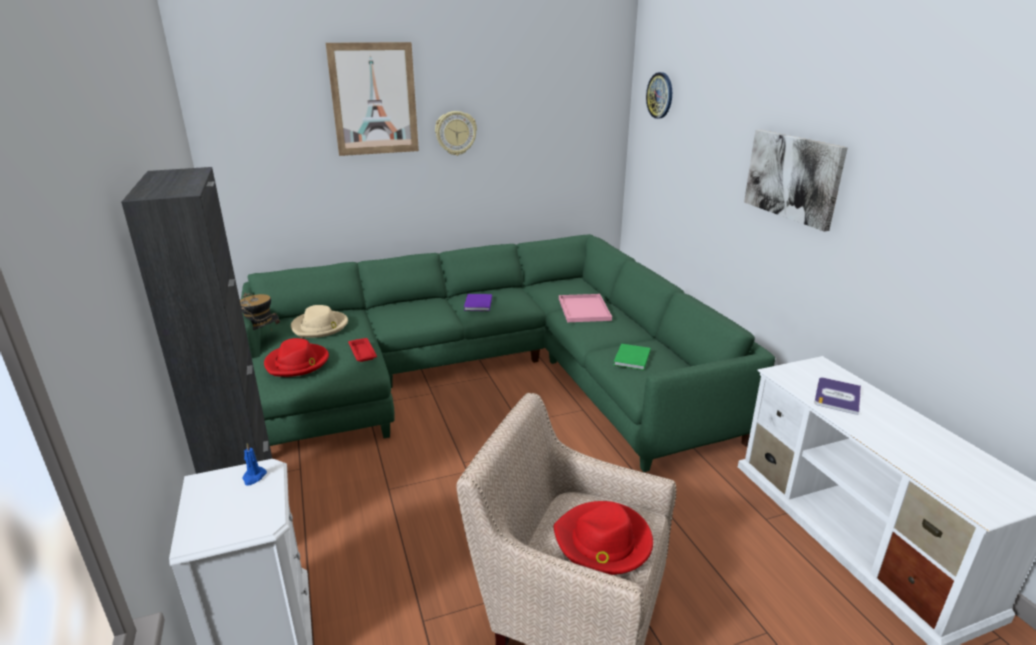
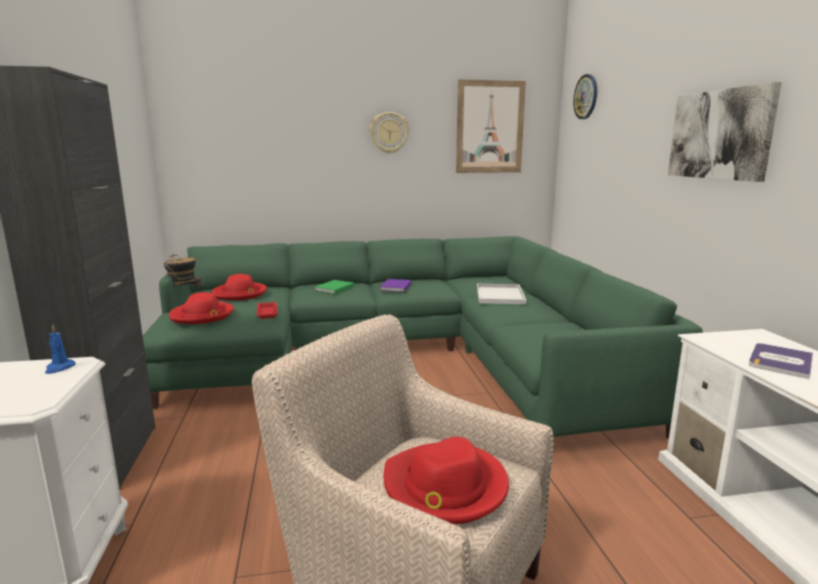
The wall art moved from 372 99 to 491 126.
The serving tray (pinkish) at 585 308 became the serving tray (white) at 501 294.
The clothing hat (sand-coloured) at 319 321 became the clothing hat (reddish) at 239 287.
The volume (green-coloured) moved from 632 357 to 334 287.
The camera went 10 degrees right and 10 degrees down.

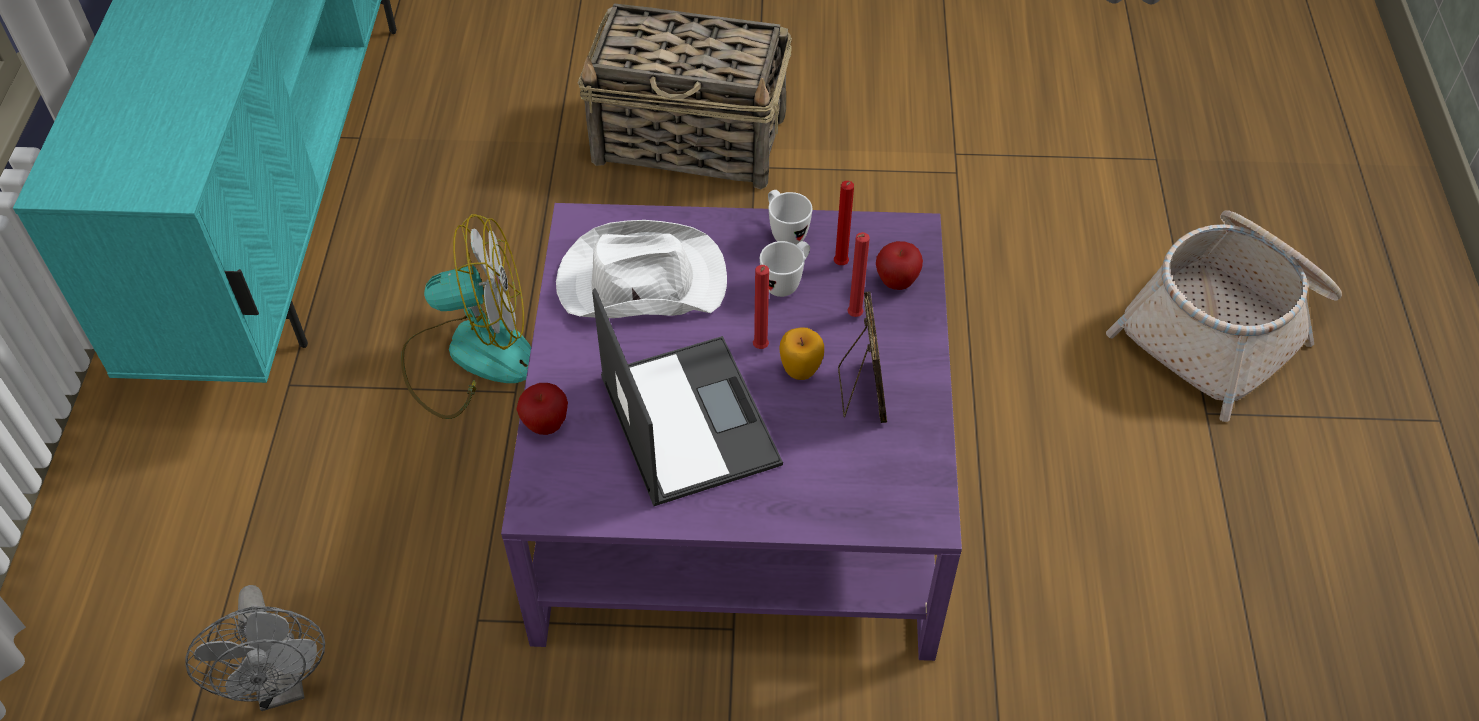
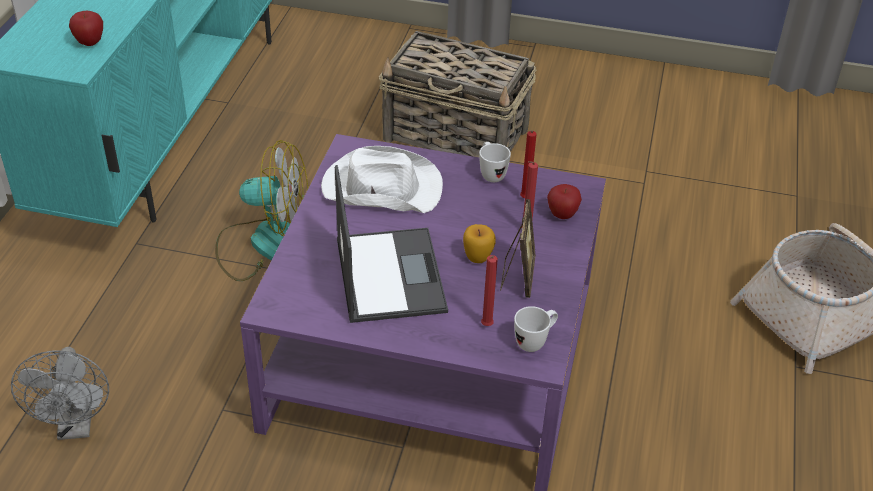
The mug (white) moved from 785 269 to 536 329.
The candle (reddish) moved from 761 307 to 489 290.
The apple moved from 542 409 to 86 28.
The camera went 10 degrees right and 10 degrees down.

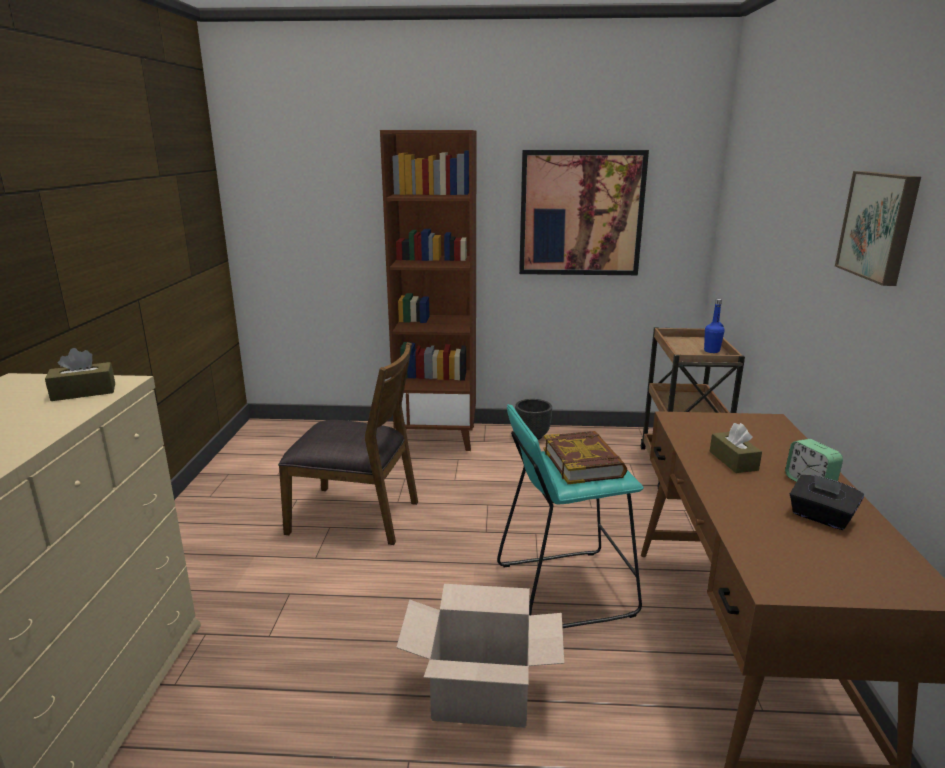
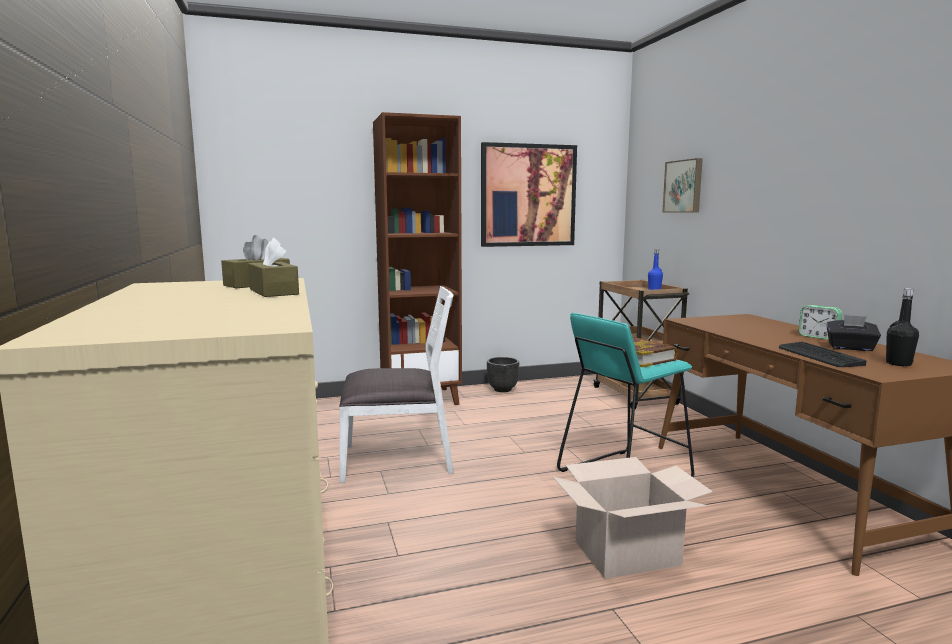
The wall art moved from 878 228 to 683 185.
The plain chair (brownish) at 348 443 became the plain chair (white) at 396 384.
The tissue box (brownish) moved from 736 448 to 273 267.
The beverage bottle (blackish) at 902 327 appeared.
The PC keyboard at 822 354 appeared.
The camera went 20 degrees left and 10 degrees down.

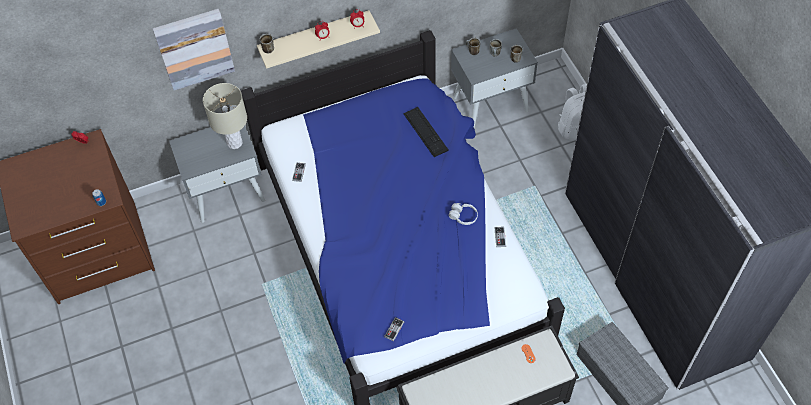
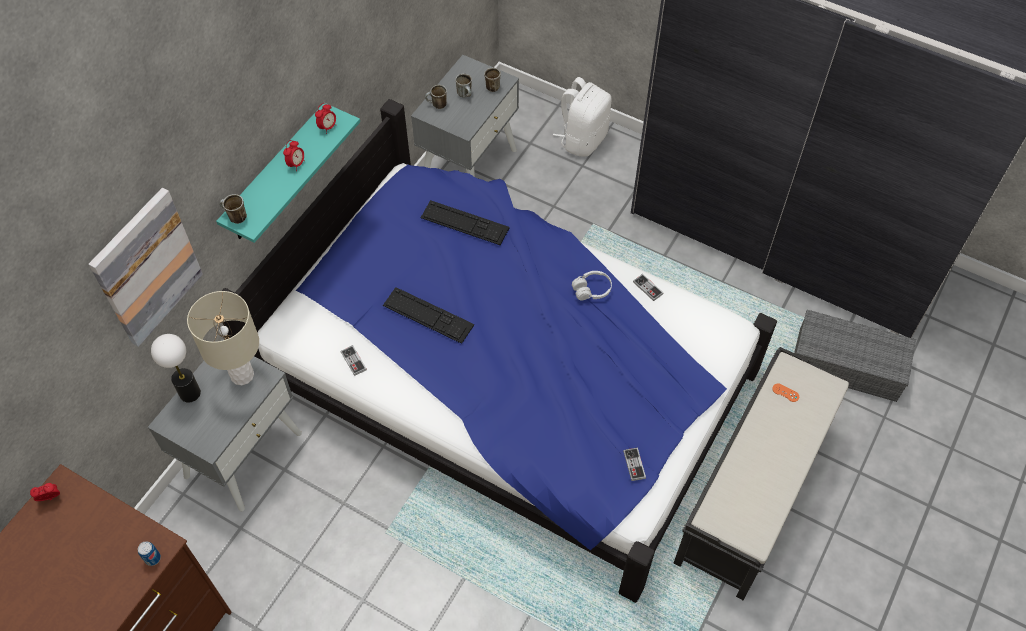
The wall shelf (sand-coloured) at 318 39 became the wall shelf (turquoise-coloured) at 288 173.
The PC keyboard at 428 315 appeared.
The tabletop lamp at 176 368 appeared.
The camera went 40 degrees left and 0 degrees up.

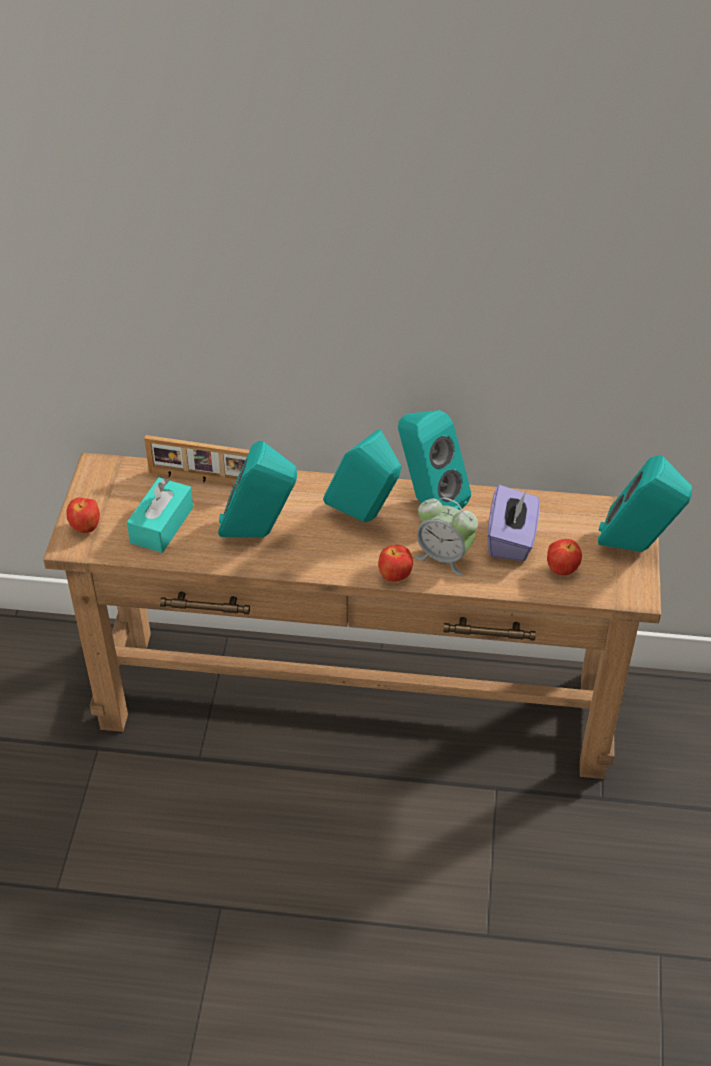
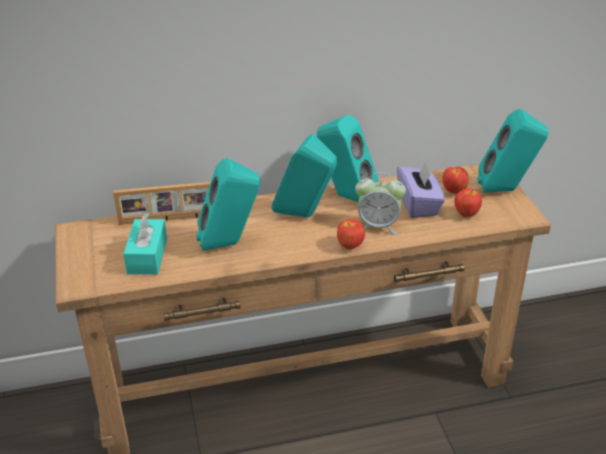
The apple moved from 83 515 to 455 180.
The camera went 20 degrees left and 10 degrees down.

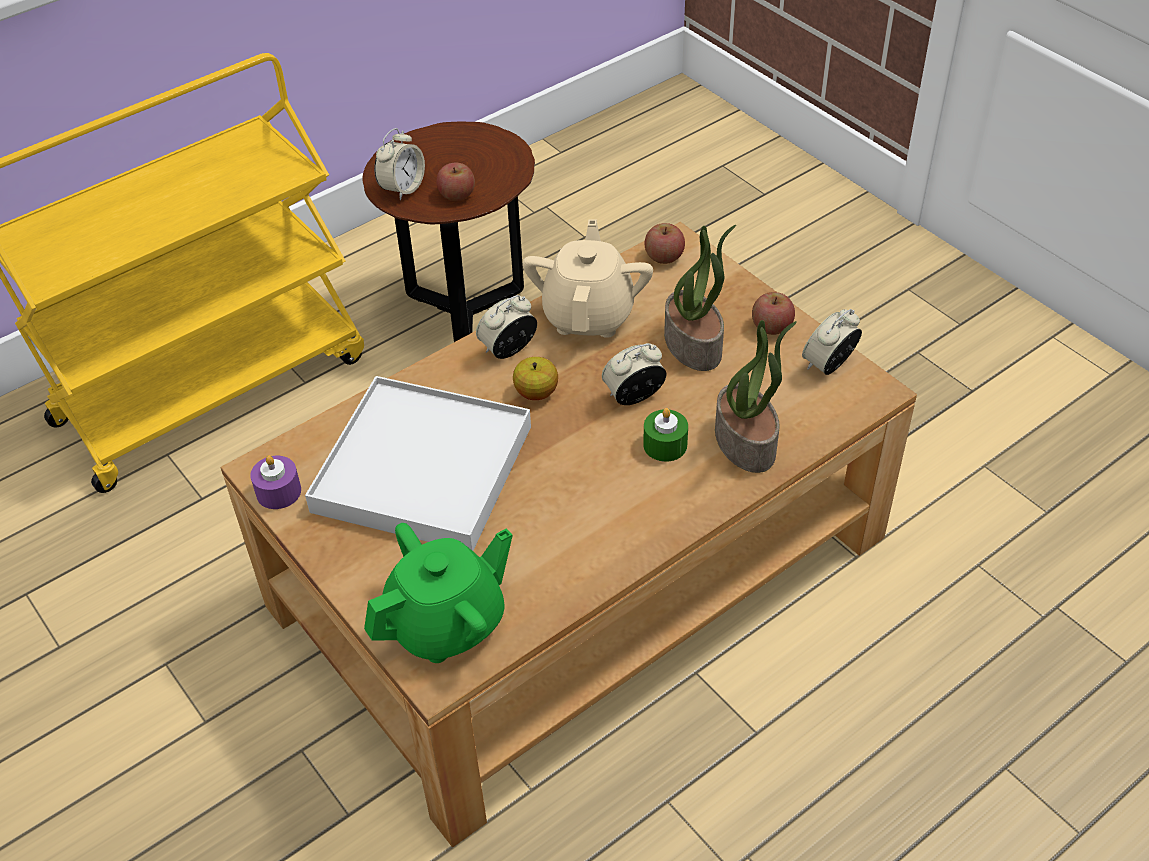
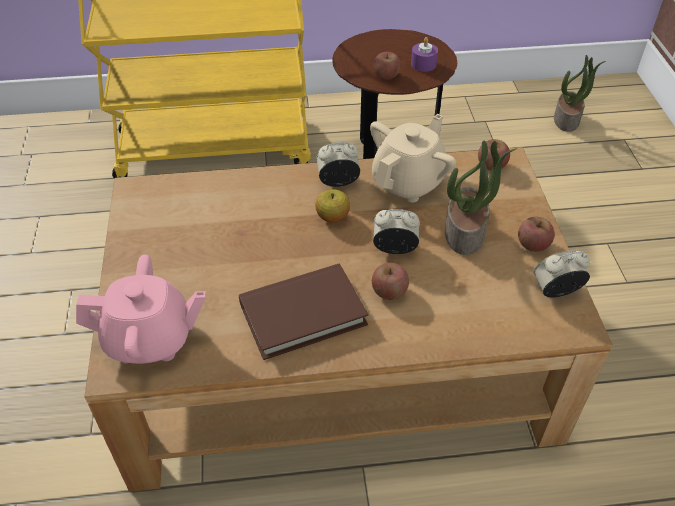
The alarm clock at 399 164 disappeared.
The houseplant moved from 756 396 to 580 93.
The serving tray (white) at 418 463 disappeared.
The candle (green-coloured) at 665 435 was replaced by the apple at 390 281.
The candle (purplish) moved from 275 482 to 424 54.
The tea pot (green-coloured) at 438 593 became the tea pot (pinkish) at 140 309.
The volume (brownish) at 303 312 appeared.
The camera went 30 degrees right and 0 degrees up.

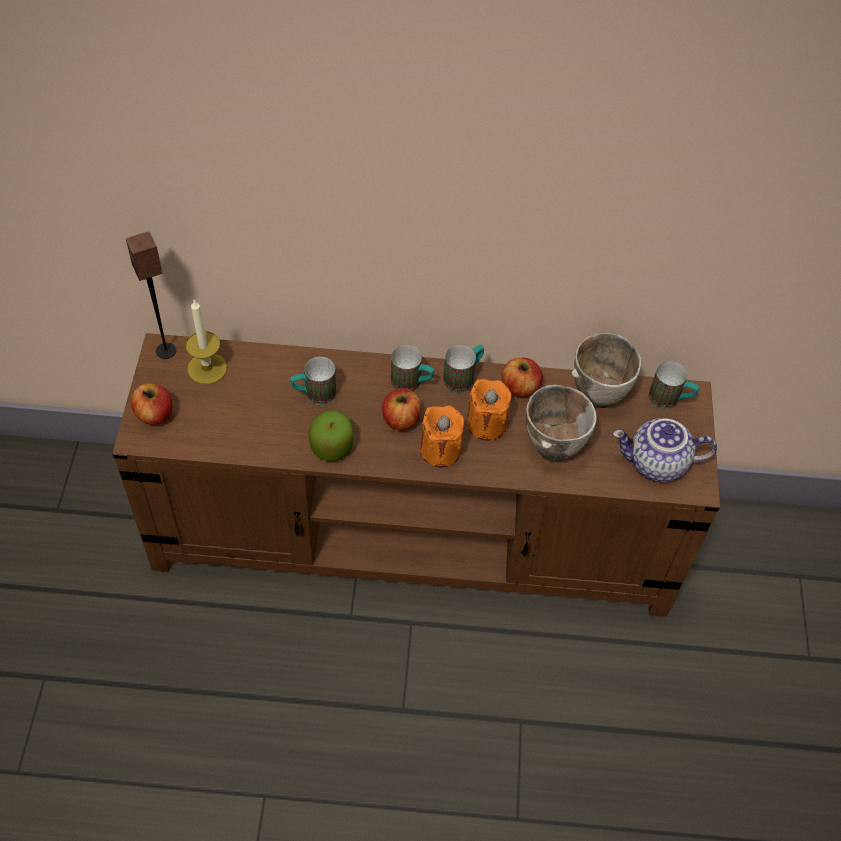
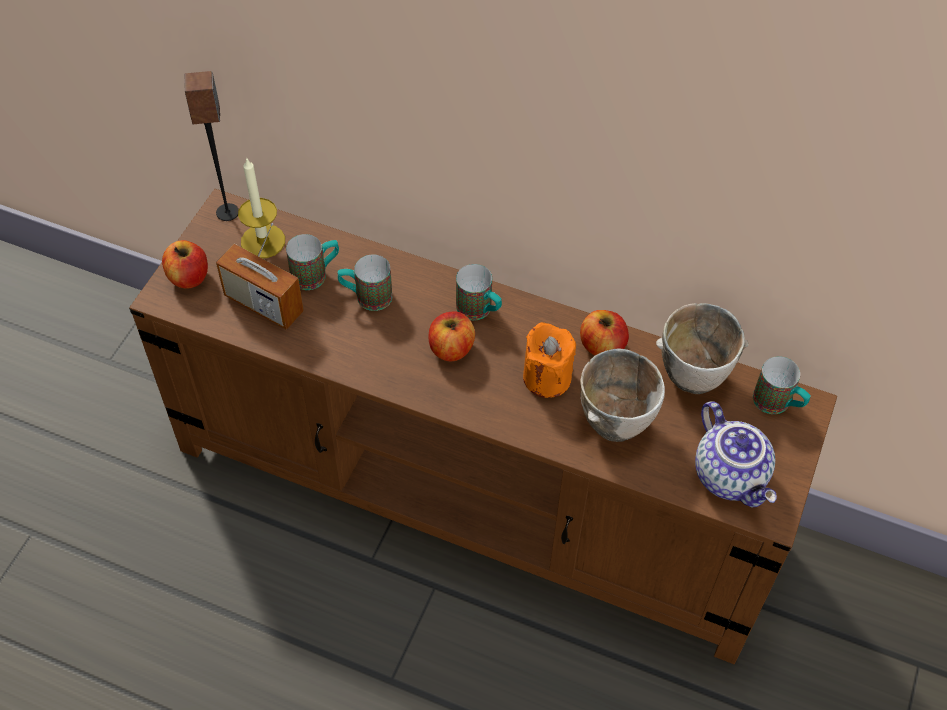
The mug moved from 463 369 to 312 262.
The candle (orange) at 442 436 disappeared.
The apple at 331 435 disappeared.
The tea pot at 665 450 turned 135 degrees counterclockwise.
The radio receiver at 260 276 appeared.
The camera went 20 degrees right and 0 degrees up.

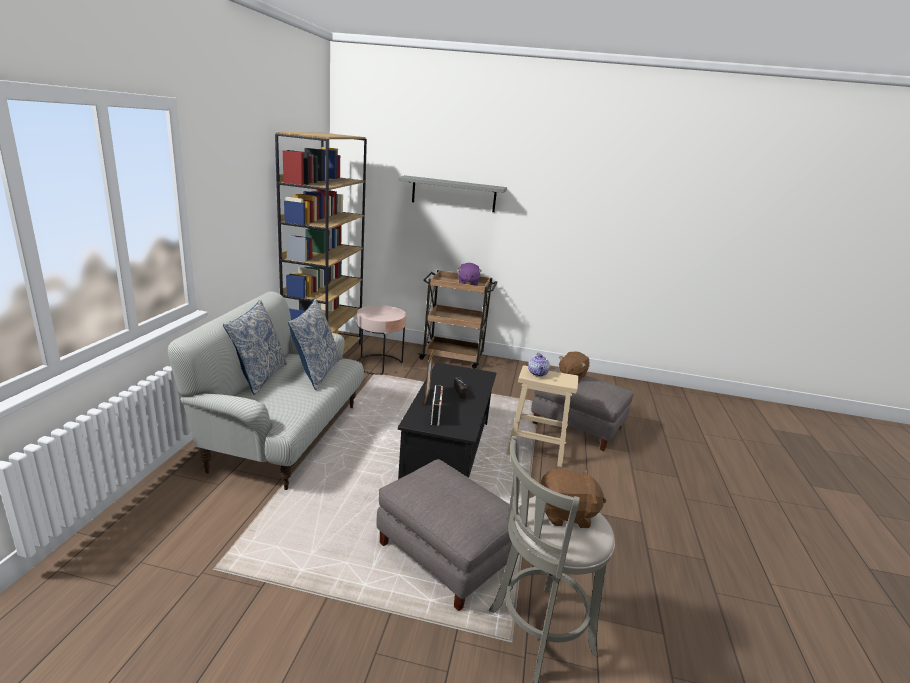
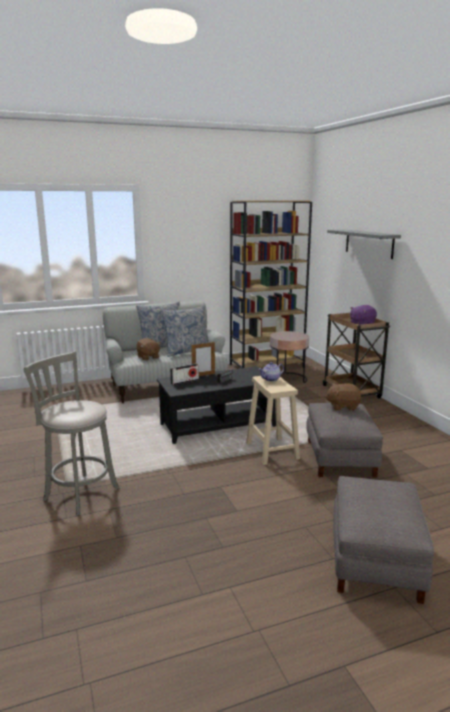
The footrest (greyish) moved from 444 535 to 383 540.
The cuddly toy (brownish) moved from 573 498 to 148 349.
The camera went 60 degrees right and 5 degrees down.

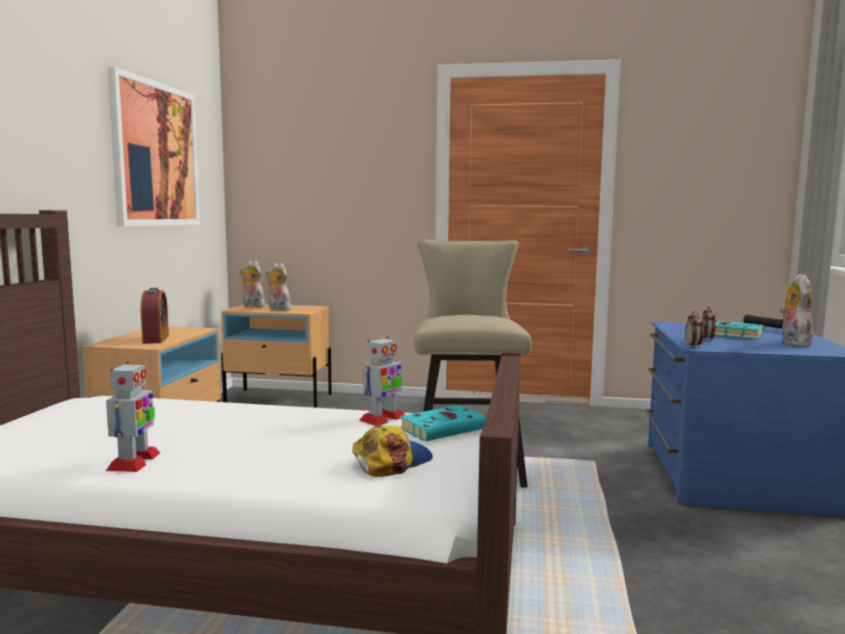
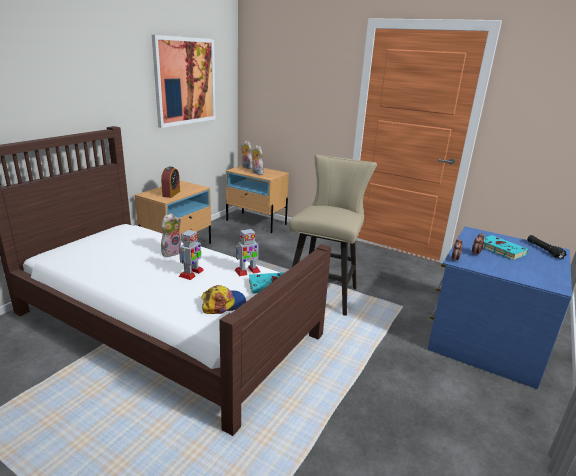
The cuddly toy moved from 796 310 to 171 235.
The toy robot moved from 133 416 to 191 254.
The camera went 20 degrees right and 15 degrees up.

